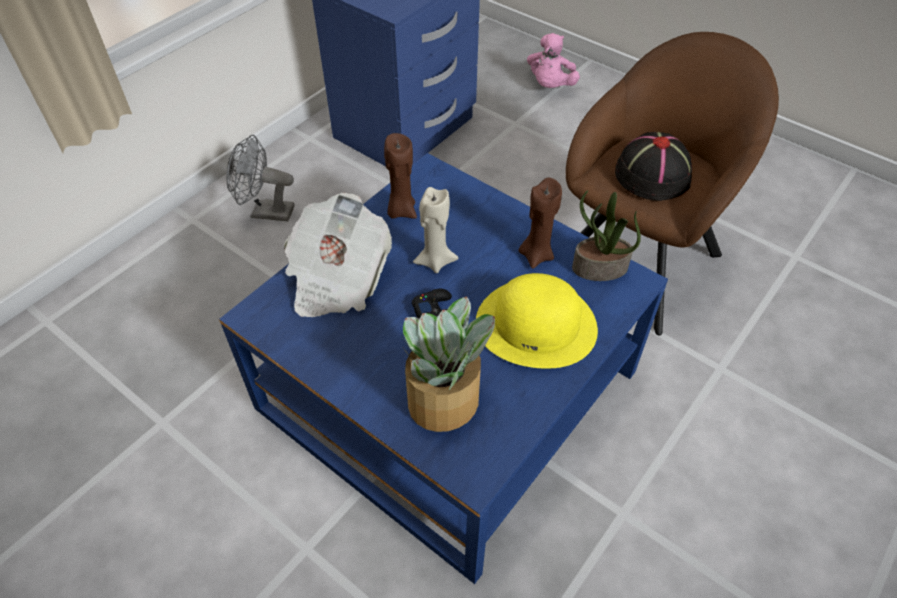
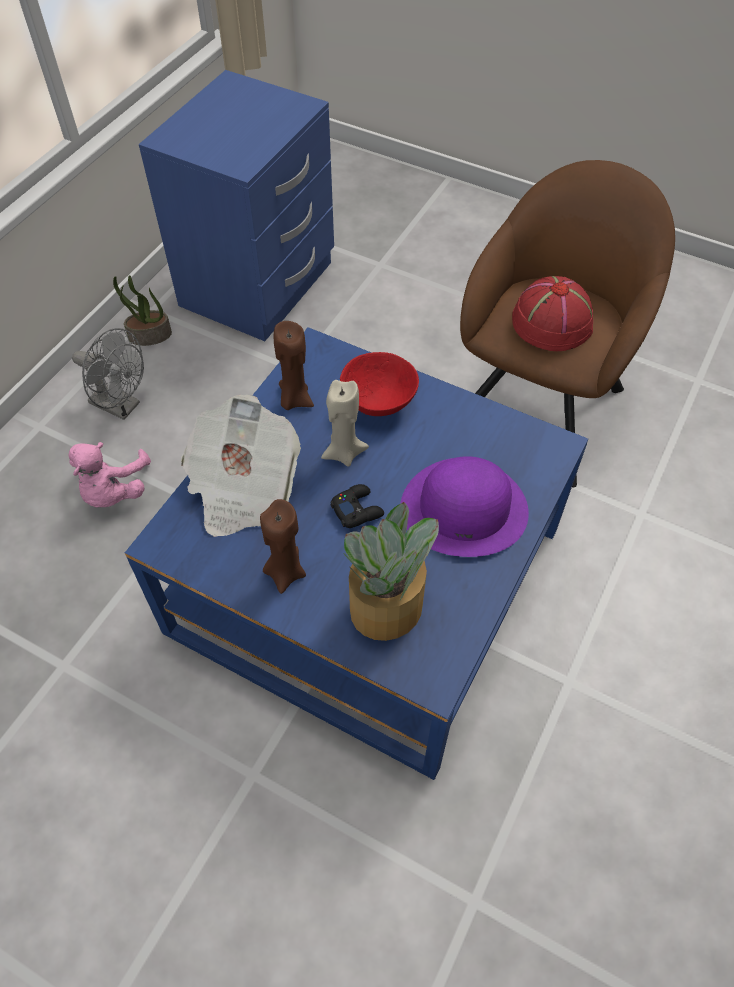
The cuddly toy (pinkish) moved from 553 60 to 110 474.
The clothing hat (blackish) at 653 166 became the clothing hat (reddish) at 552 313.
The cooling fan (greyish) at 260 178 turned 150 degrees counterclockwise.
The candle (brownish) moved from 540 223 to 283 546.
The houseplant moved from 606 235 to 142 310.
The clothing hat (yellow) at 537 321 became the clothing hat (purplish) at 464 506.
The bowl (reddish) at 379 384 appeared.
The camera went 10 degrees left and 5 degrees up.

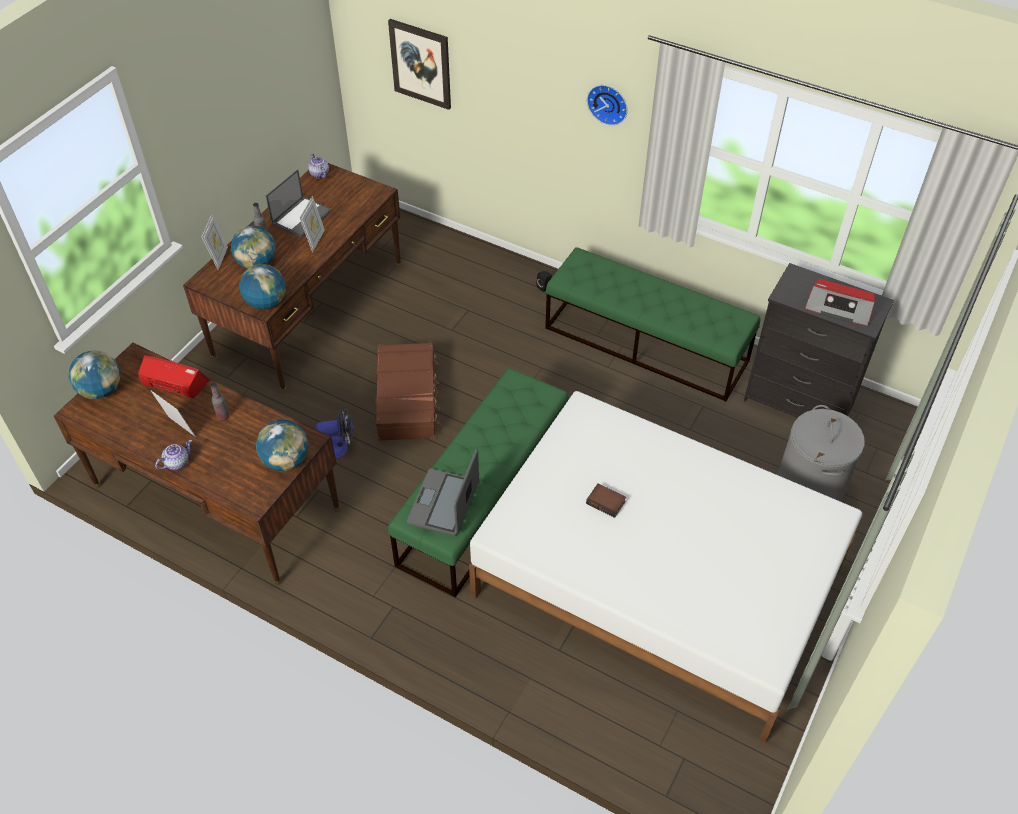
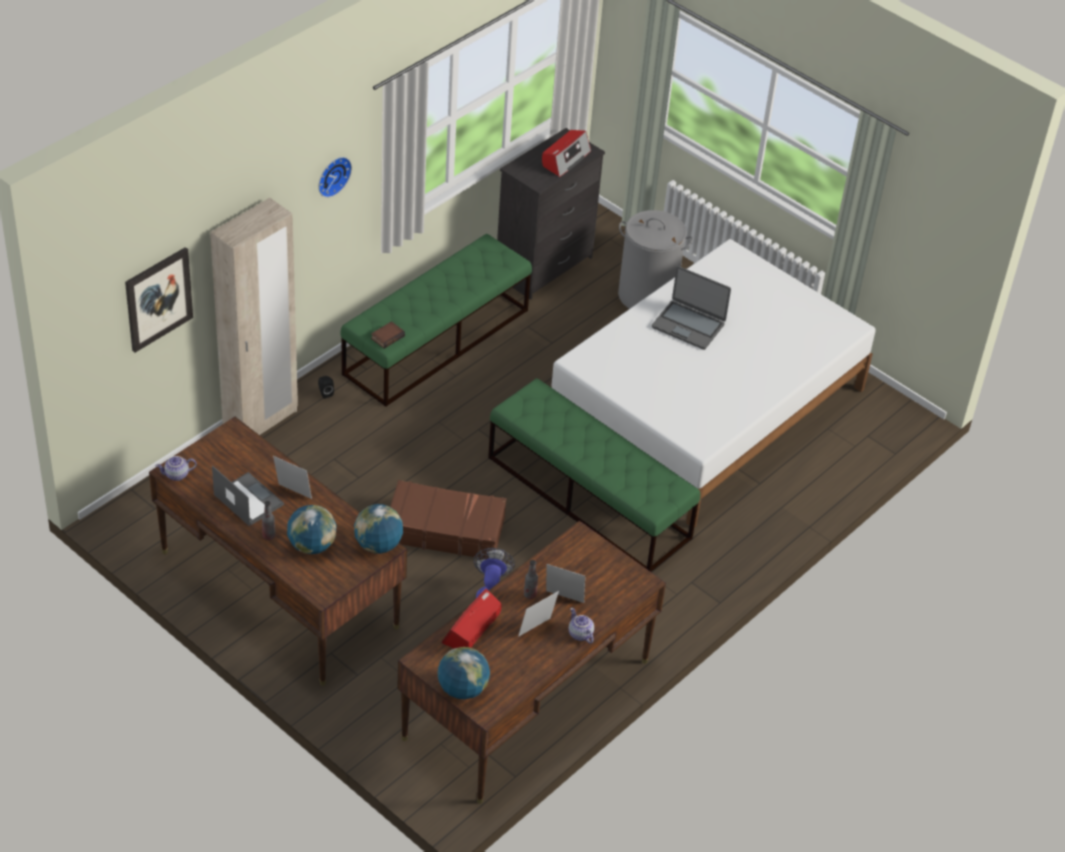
The picture frame moved from 215 242 to 565 583.
The globe at 282 445 disappeared.
The notebook computer moved from 443 492 to 691 308.
The volume moved from 606 500 to 388 335.
The wardrobe (sand-coloured) at 254 316 appeared.
The camera went 80 degrees left and 5 degrees down.

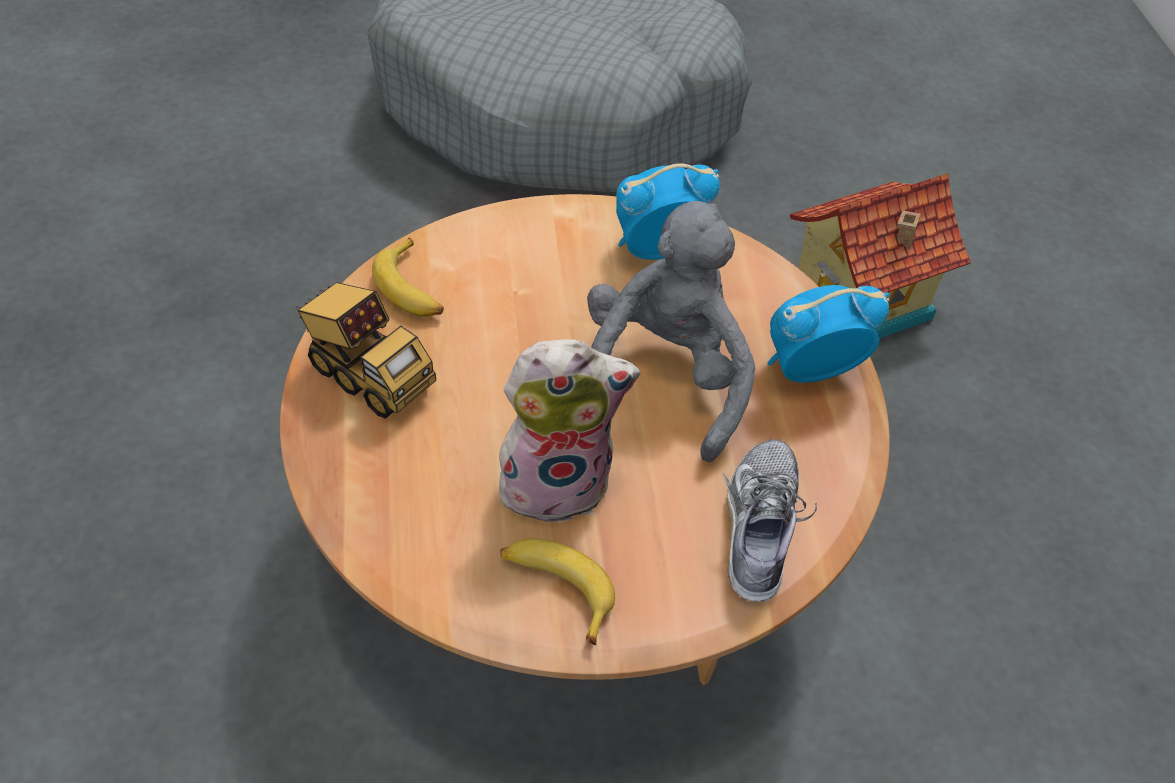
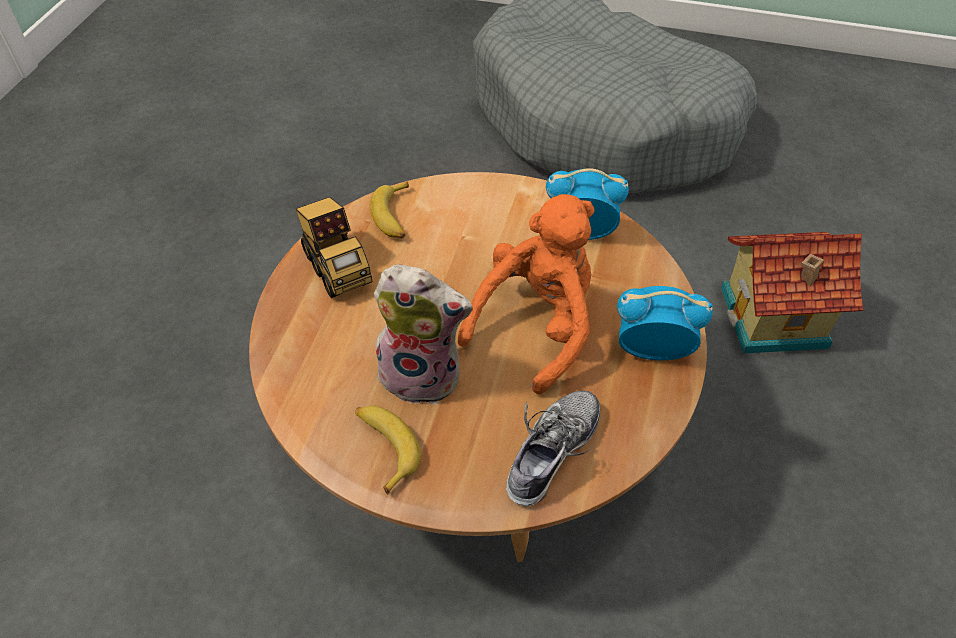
The cuddly toy (greyish) at 671 332 became the cuddly toy (orange) at 526 294.
The camera went 25 degrees right and 0 degrees up.

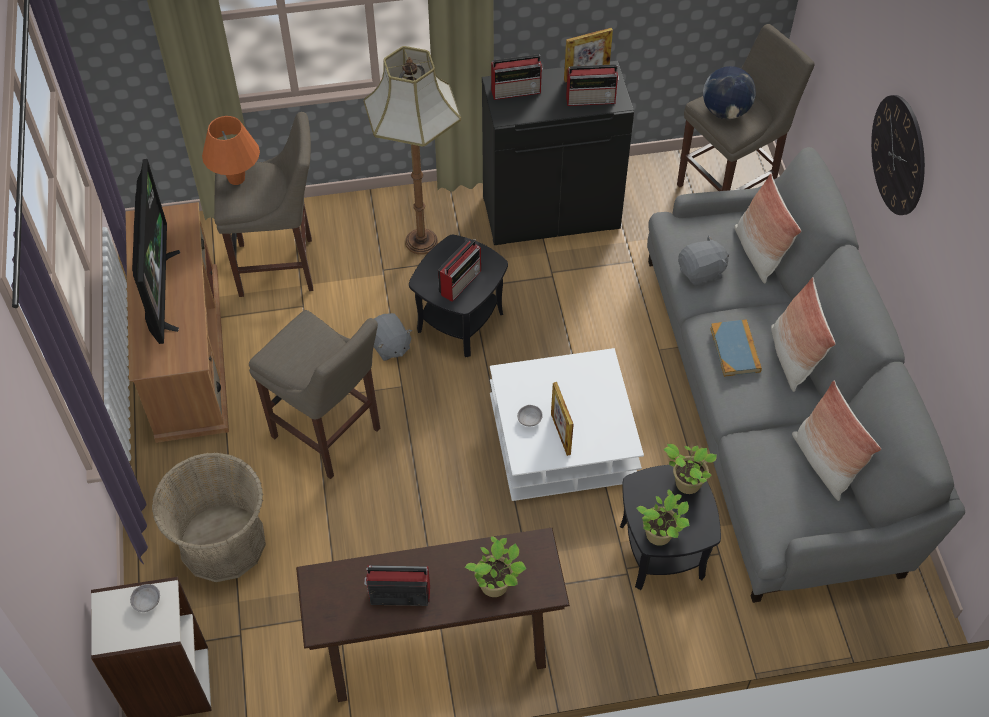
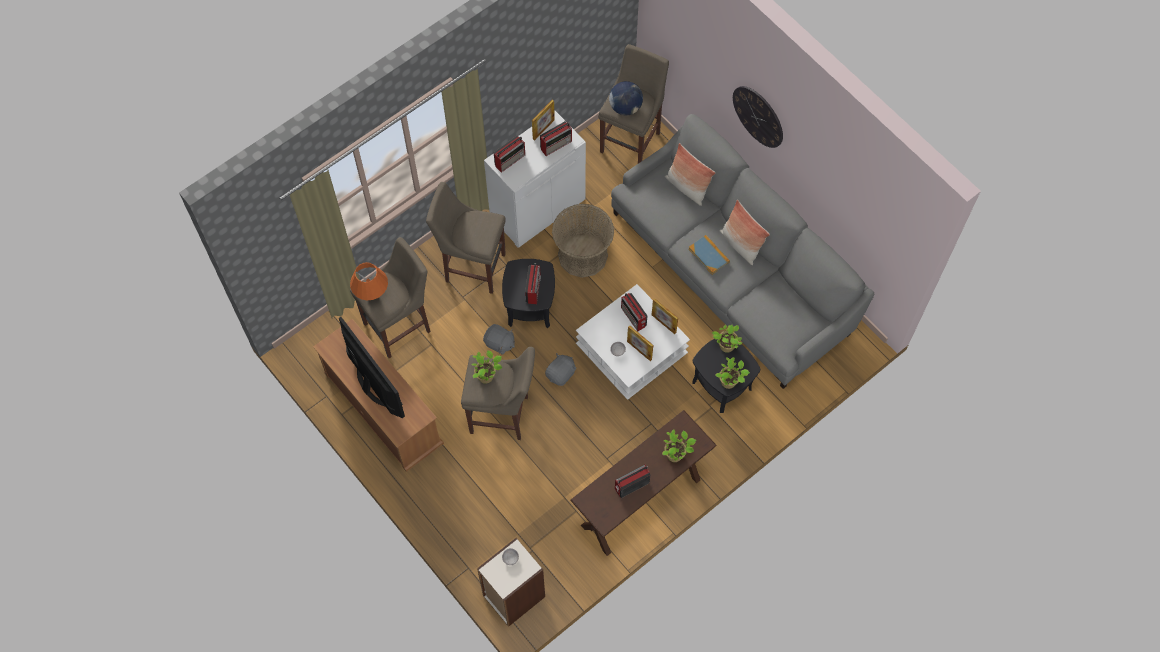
The floor lamp at 412 150 was replaced by the stool seat (sand-coloured) at 466 238.
The cupboard (blackish) at 558 153 became the cupboard (white) at 535 179.
The cuddly toy (greyish) moved from 703 260 to 560 369.
The cushion at 836 441 disappeared.
The storage basket moved from 209 517 to 583 241.
The radio receiver at 634 312 appeared.
The picture frame at 665 316 appeared.
The houseplant at 487 367 appeared.
The camera went 30 degrees left and 10 degrees up.

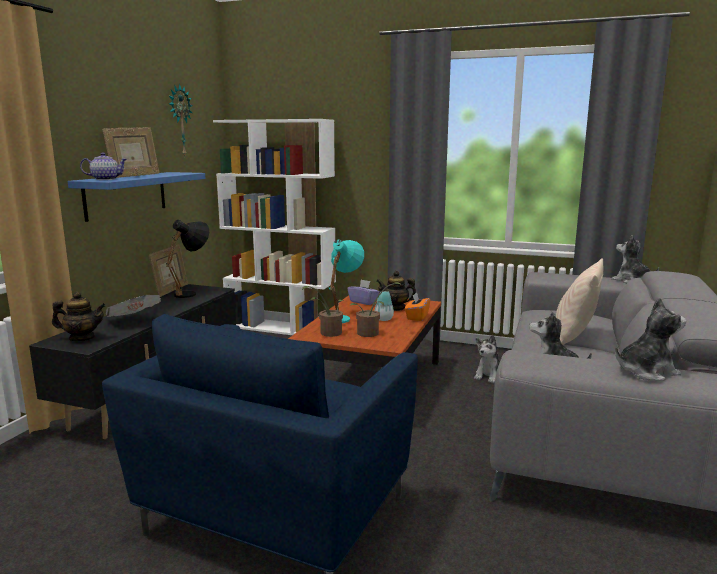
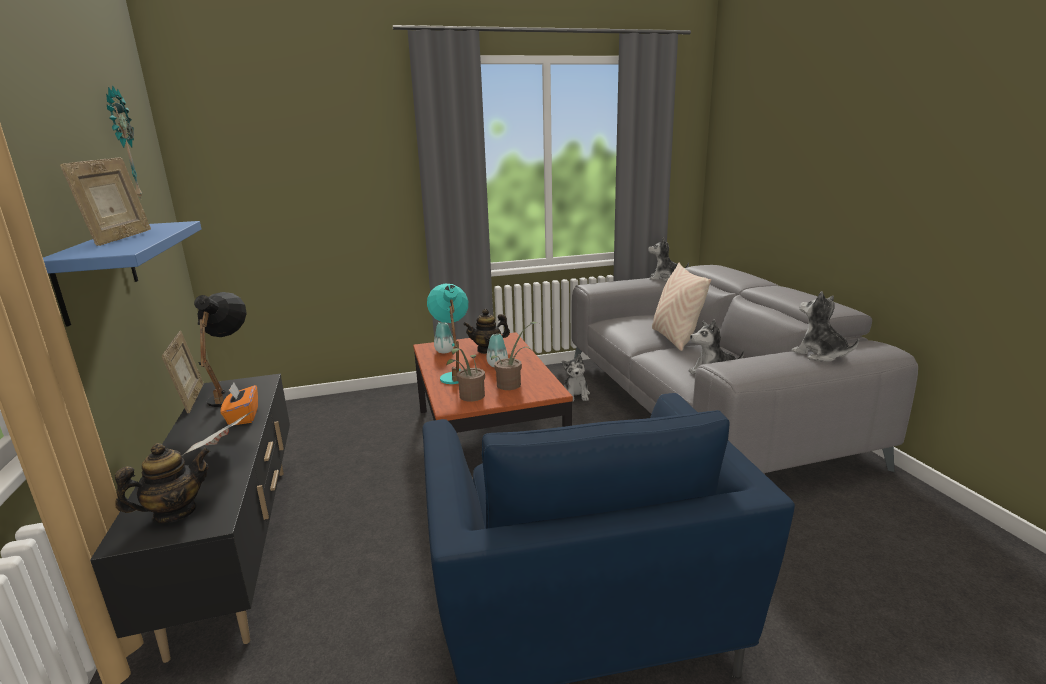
The shelving unit (white) at 274 227 disappeared.
The tea pot at 103 166 disappeared.
The tissue box (purplish) at 364 292 was replaced by the decorative vase at 444 337.
The tissue box (orange) moved from 417 306 to 239 403.
The cuddly toy at 650 339 turned 75 degrees counterclockwise.
The camera went 35 degrees left and 5 degrees up.

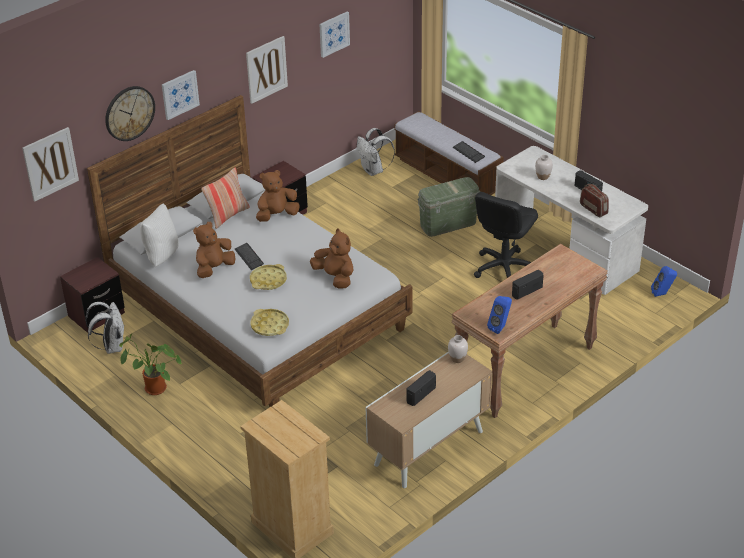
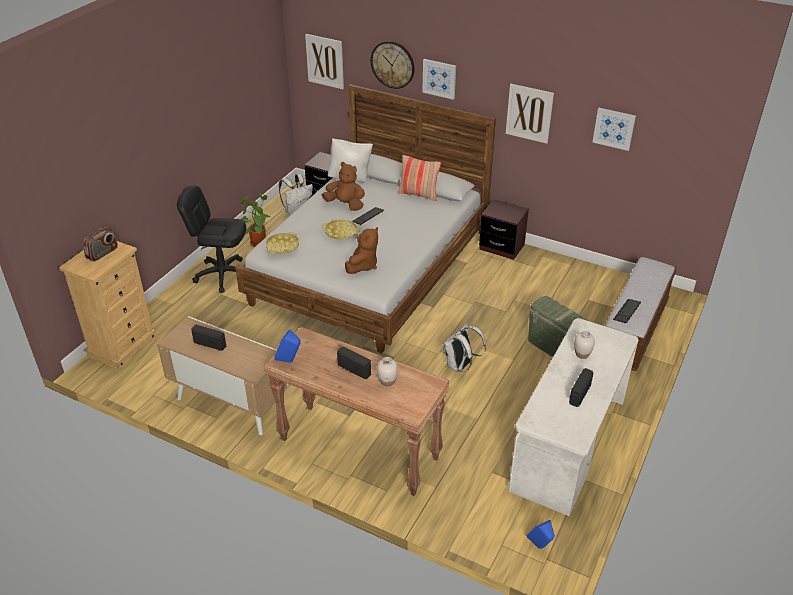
The rucksack (white) moved from 376 152 to 464 348.
The cuddly toy (brownish) at 278 196 disappeared.
The radio receiver moved from 594 200 to 100 244.
The computer chair (blackish) moved from 506 235 to 211 239.
The decorative vase (white) moved from 458 349 to 387 372.
The camera went 70 degrees right and 0 degrees up.

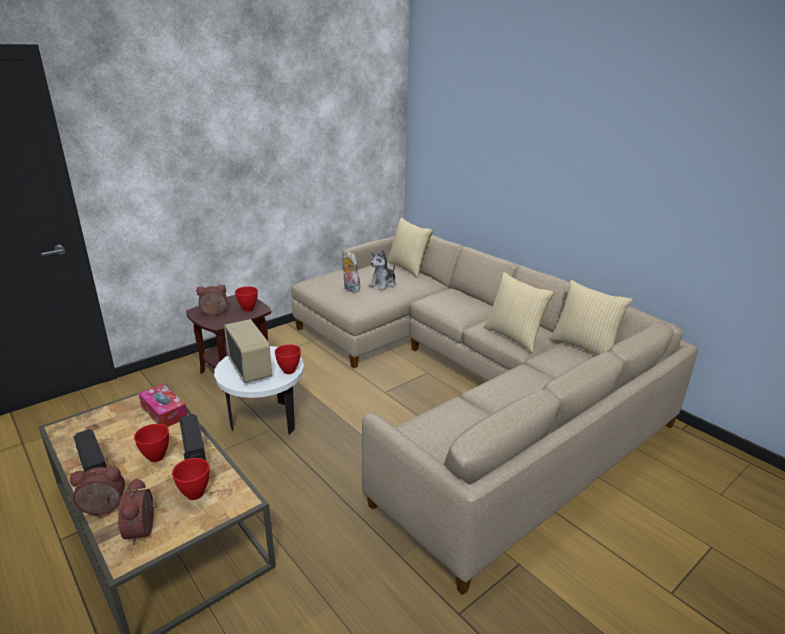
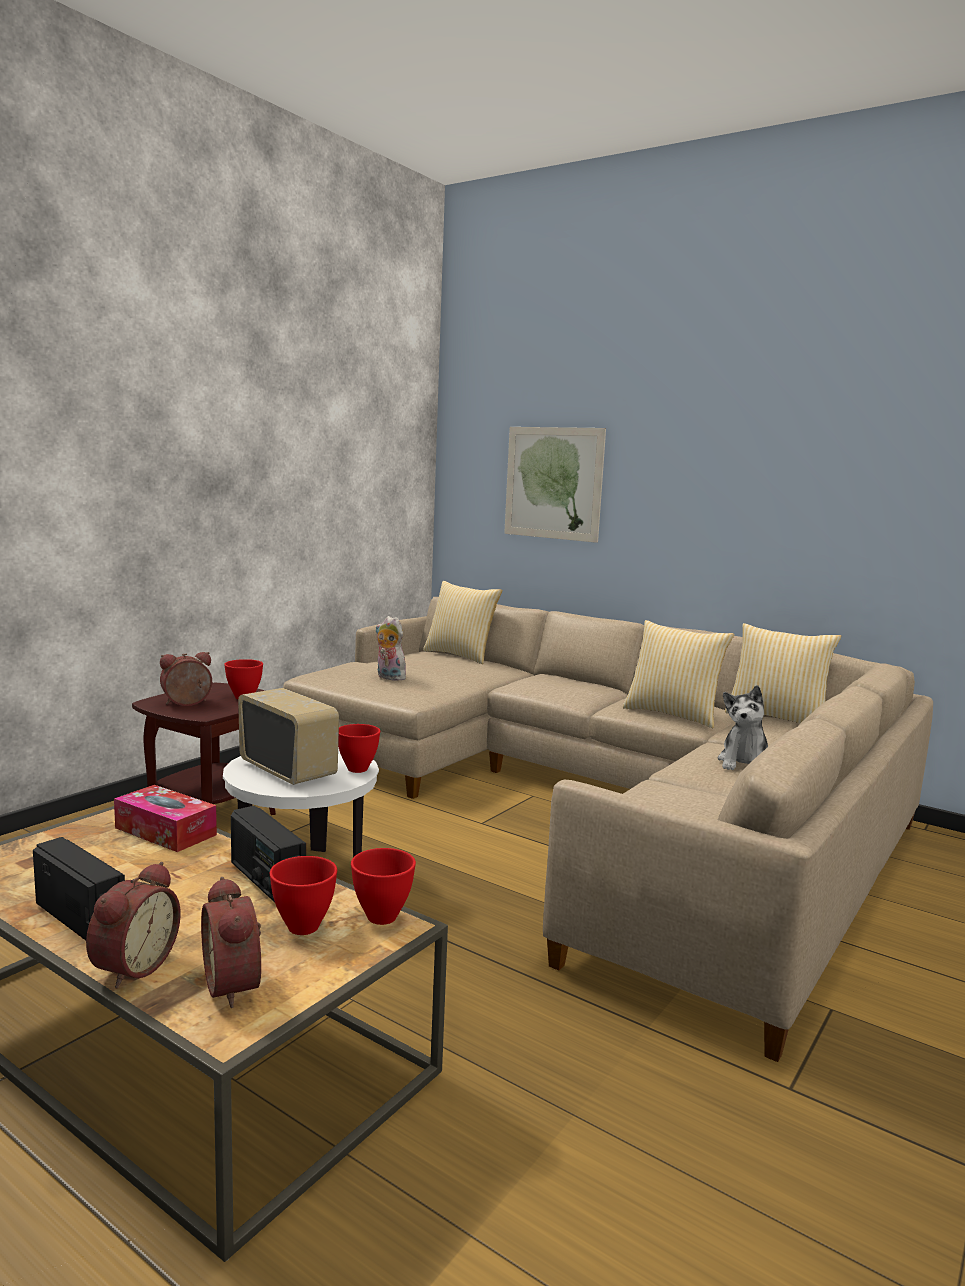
The cuddly toy moved from 382 270 to 743 727.
The bowl (reddish) moved from 151 443 to 383 886.
The alarm clock at 97 491 turned 135 degrees clockwise.
The wall art at 555 485 appeared.
The camera went 15 degrees left and 15 degrees down.

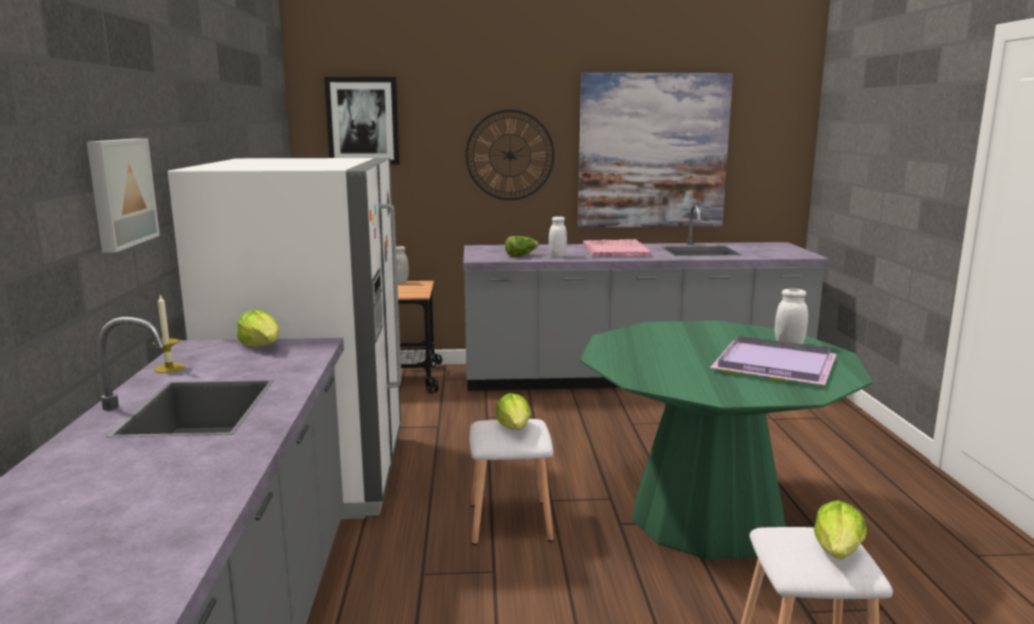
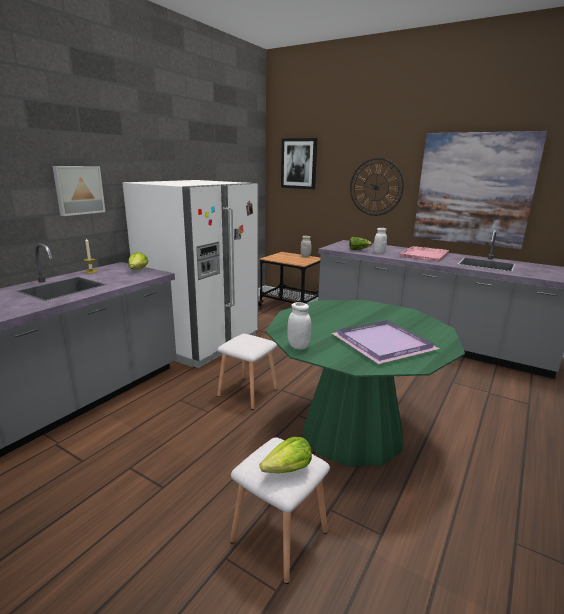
The preserve jar (white) moved from 791 318 to 299 326.
The lettuce head at 513 411 disappeared.
The camera went 35 degrees right and 5 degrees up.

